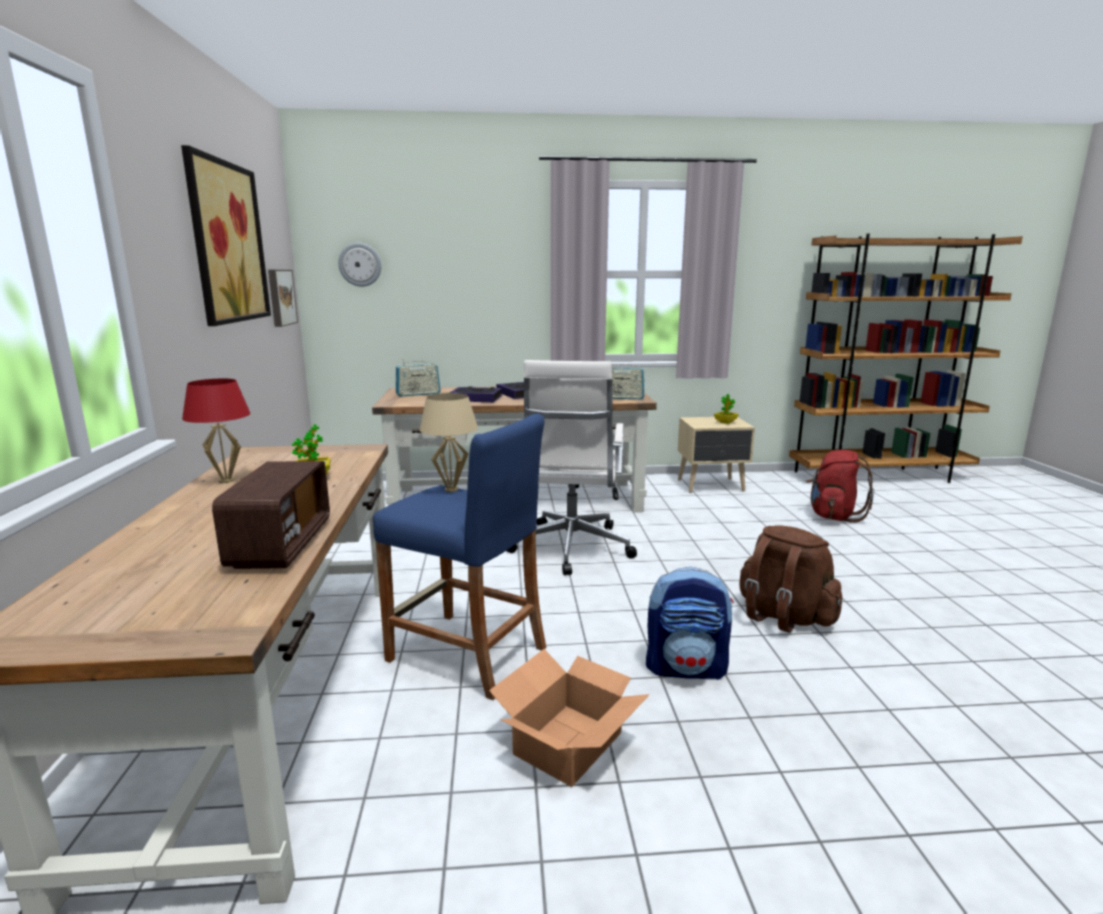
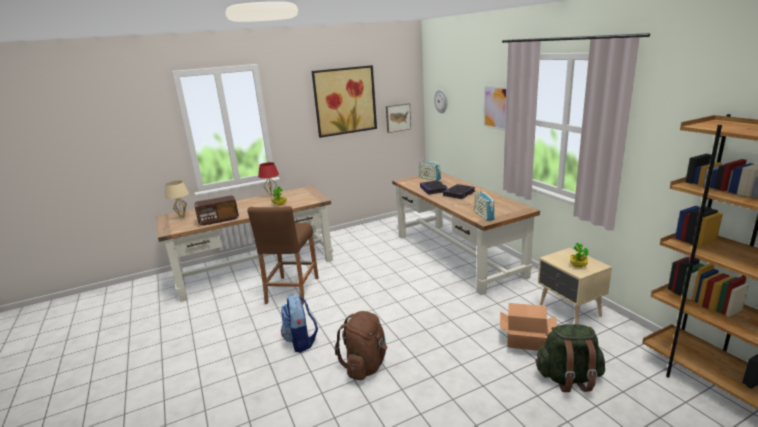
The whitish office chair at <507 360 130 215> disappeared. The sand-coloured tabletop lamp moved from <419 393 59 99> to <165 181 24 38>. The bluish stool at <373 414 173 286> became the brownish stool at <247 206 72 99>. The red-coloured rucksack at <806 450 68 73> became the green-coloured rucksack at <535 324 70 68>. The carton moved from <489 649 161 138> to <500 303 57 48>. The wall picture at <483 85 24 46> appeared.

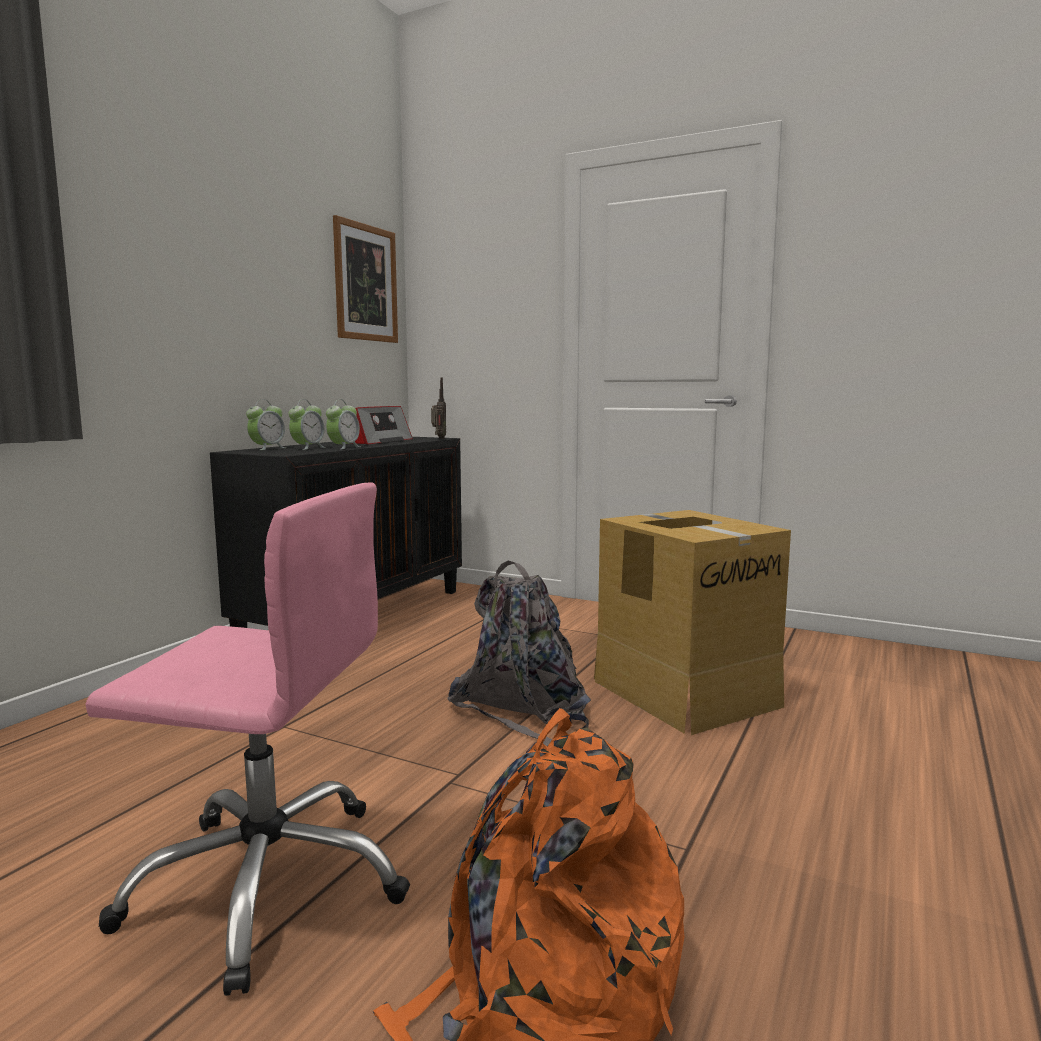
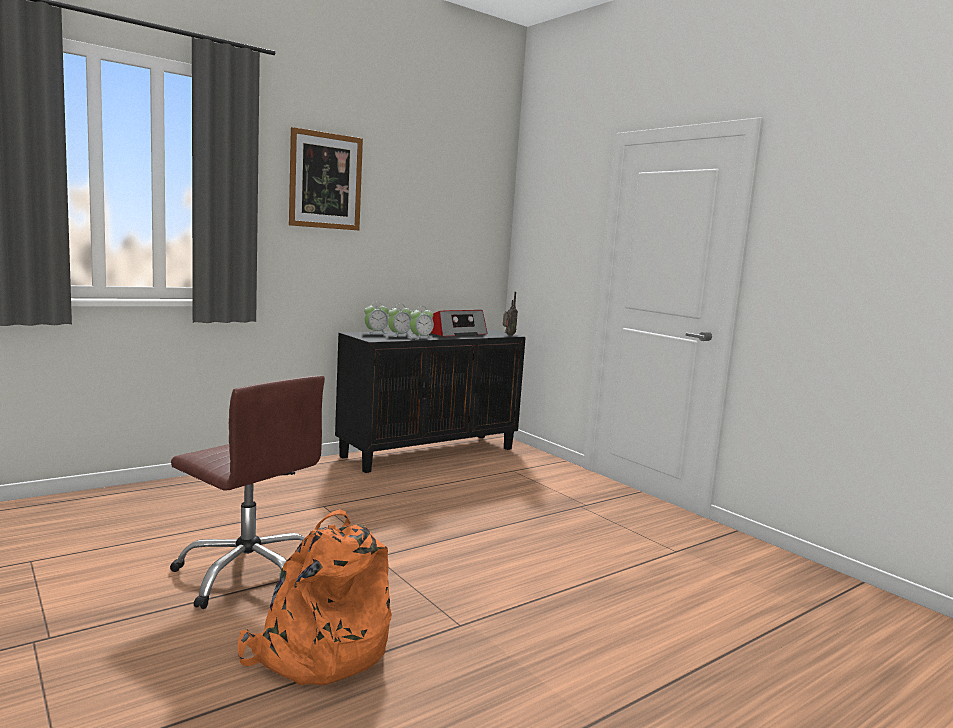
The wall picture moved from <333 215 65 128> to <289 127 74 103>. The pinkish office chair at <85 482 325 514> became the brownish office chair at <170 376 155 233>. The carton at <594 510 197 225> disappeared. The grey rucksack at <448 561 143 185> disappeared.

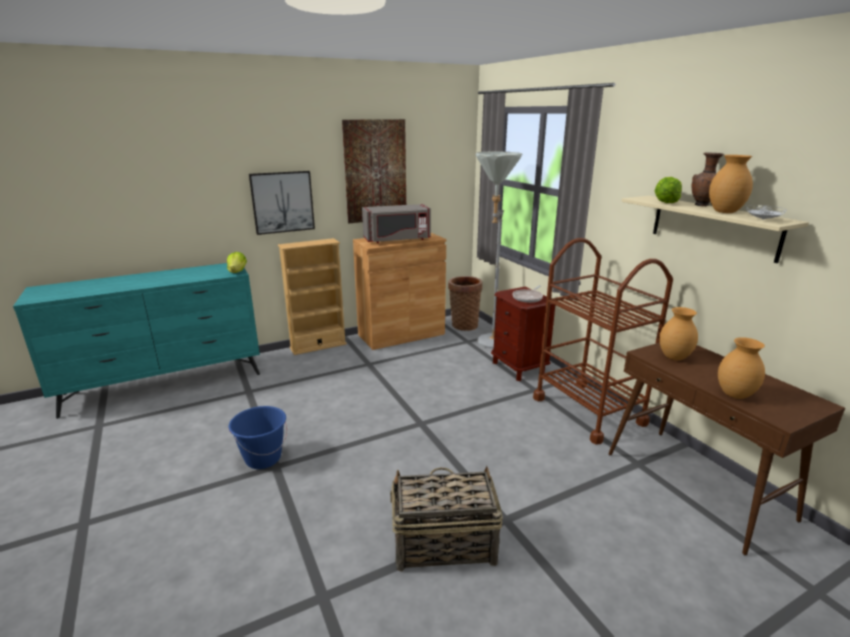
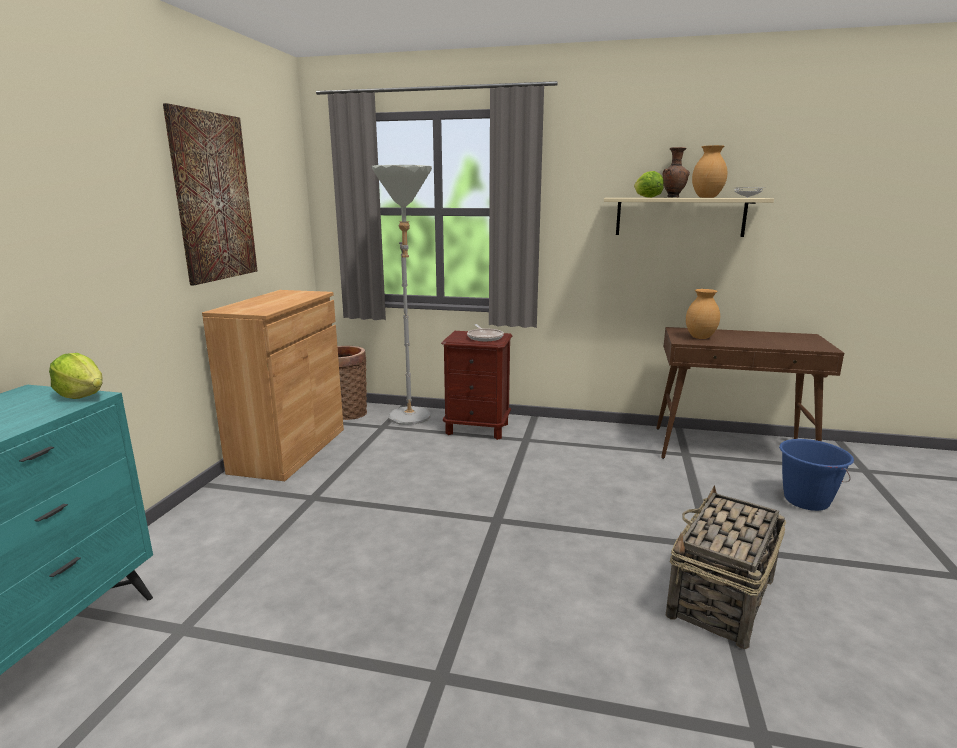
The wall picture at <249 171 66 64> disappeared. The grey microwave at <362 204 69 39> disappeared. The sand-coloured bookcase at <278 238 69 117> disappeared. The brownish cart at <533 238 140 207> disappeared. The brownish vase at <718 337 47 62> disappeared. The bluish bucket moved from <229 406 58 63> to <779 439 75 72>.

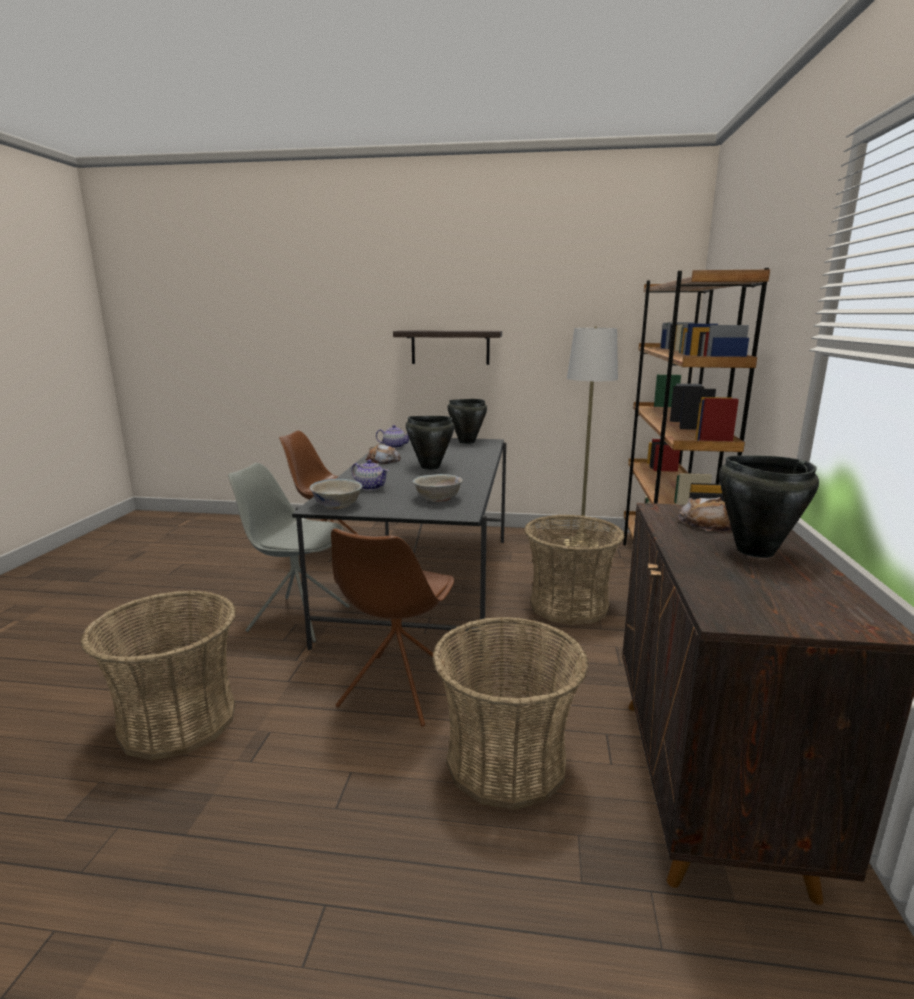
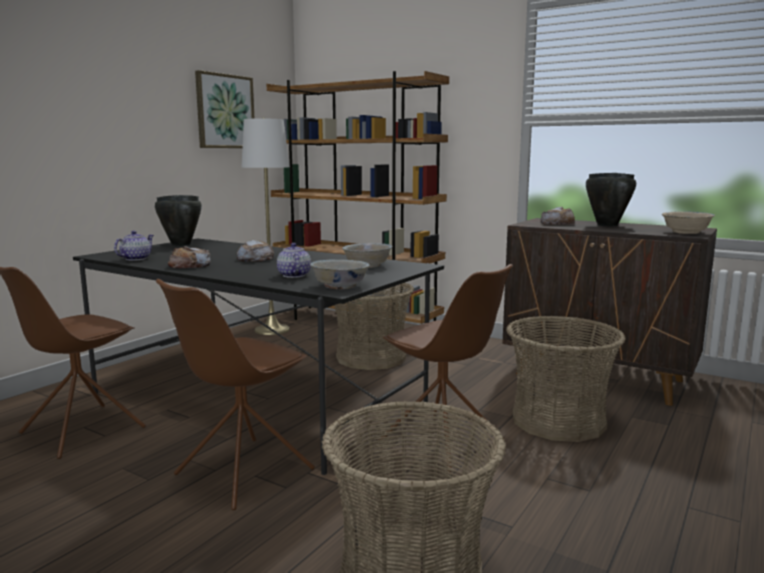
The shelf at <393 331 109 34> disappeared. The black cooking pot at <406 416 48 54> was replaced by the bakery bread at <236 240 38 22>. The teapot at <351 460 38 31> turned 75 degrees counterclockwise. The grey upright chair at <228 463 122 179> became the brownish upright chair at <156 279 159 231>. The wall picture at <195 70 60 78> appeared. The sand-coloured bowl at <662 211 53 23> appeared.

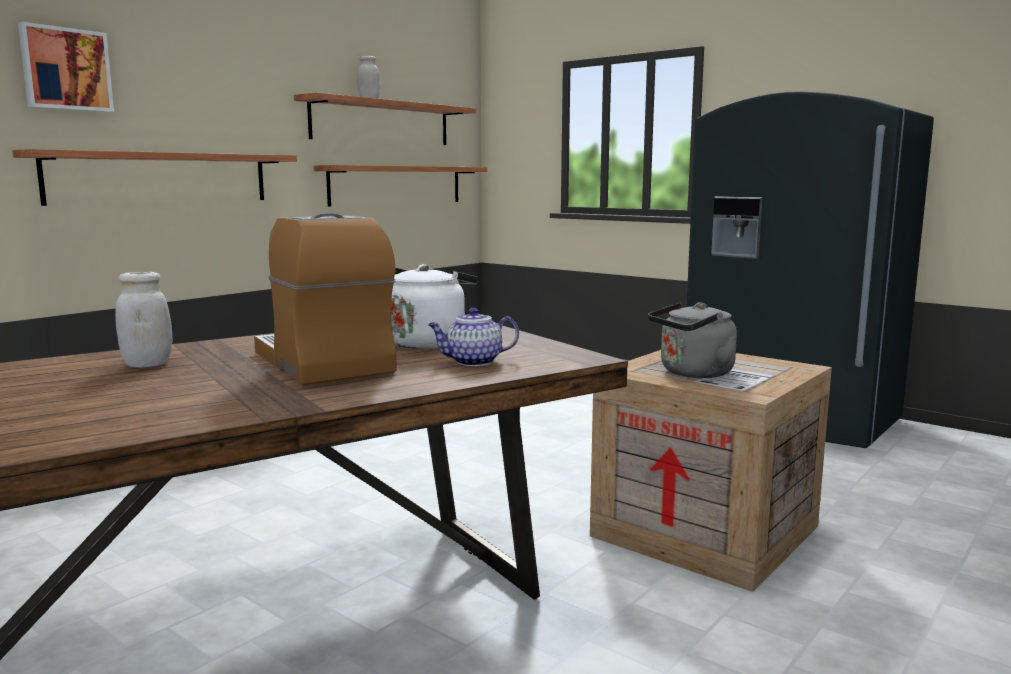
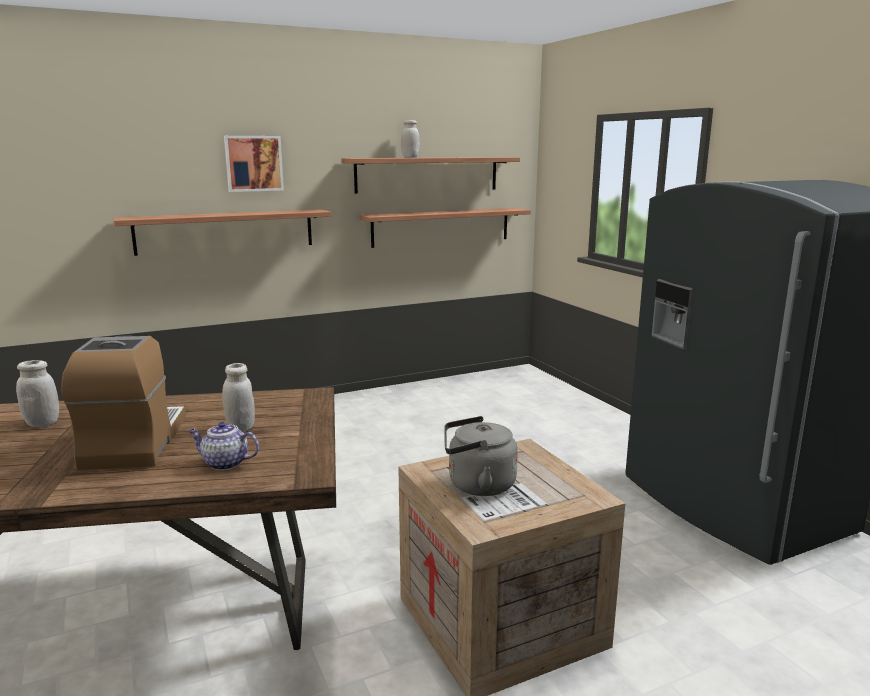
The wall picture moved from <18 22 96 90> to <224 136 60 56>. The whitish kettle at <391 264 87 85> was replaced by the whitish jar at <222 363 33 69>.

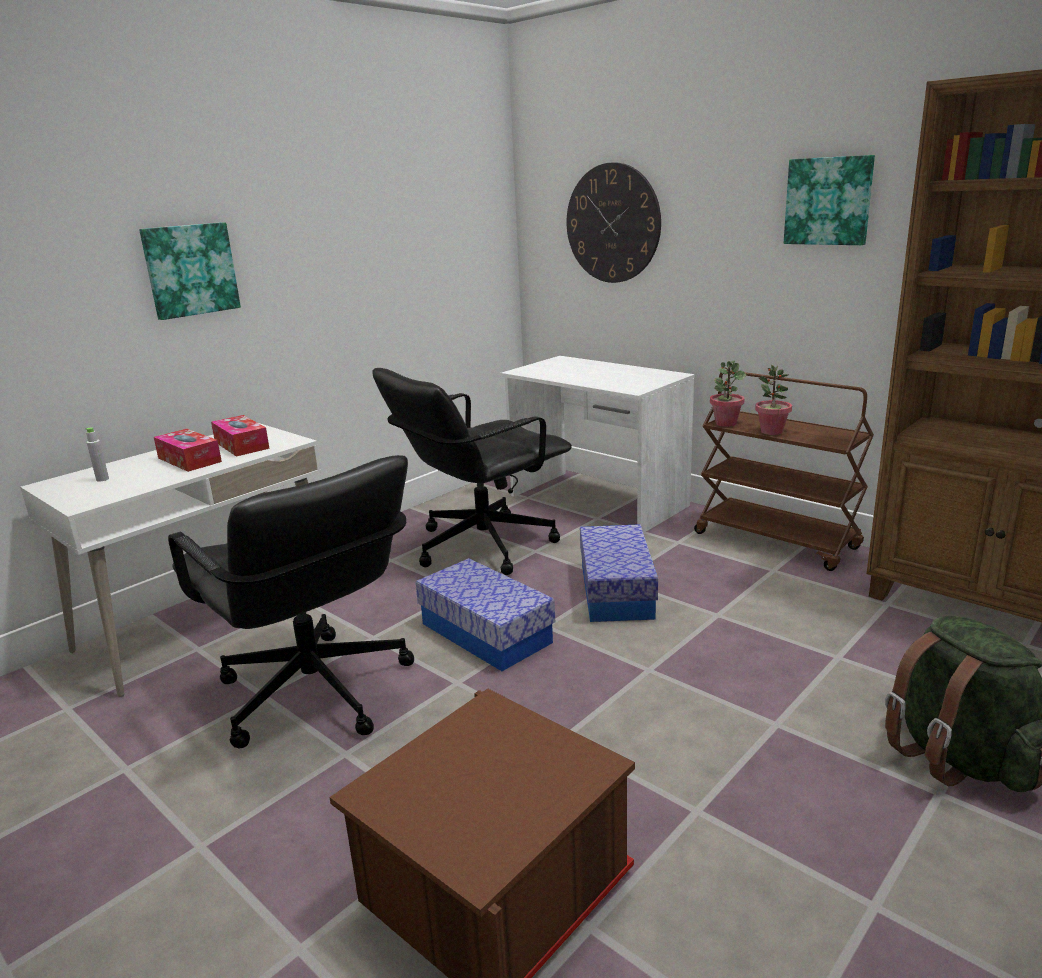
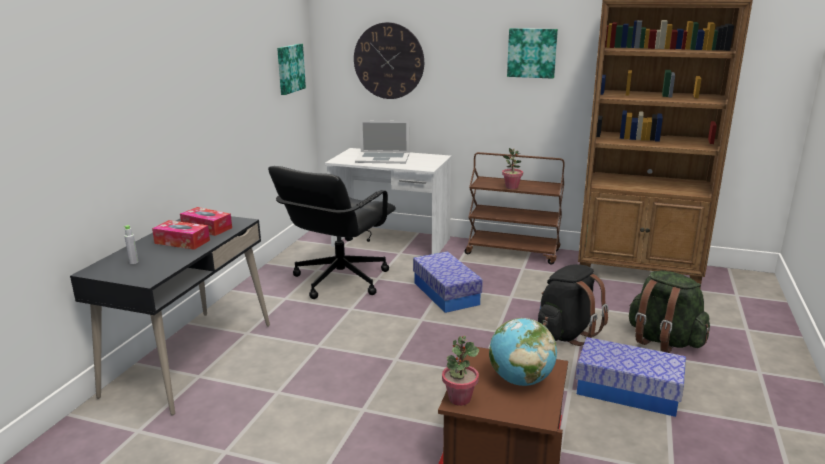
The wall picture moved from <139 222 102 98> to <277 44 29 51>. The houseplant moved from <710 360 36 67> to <442 336 37 70>. The whitish desk unit at <20 423 302 274> became the black desk unit at <70 216 200 200>. The black office chair at <168 455 246 293> disappeared. The storage container moved from <416 558 139 113> to <576 337 110 80>. The portable computer at <355 120 54 44> appeared. The black rucksack at <538 264 70 82> appeared. The world globe at <489 318 68 68> appeared.

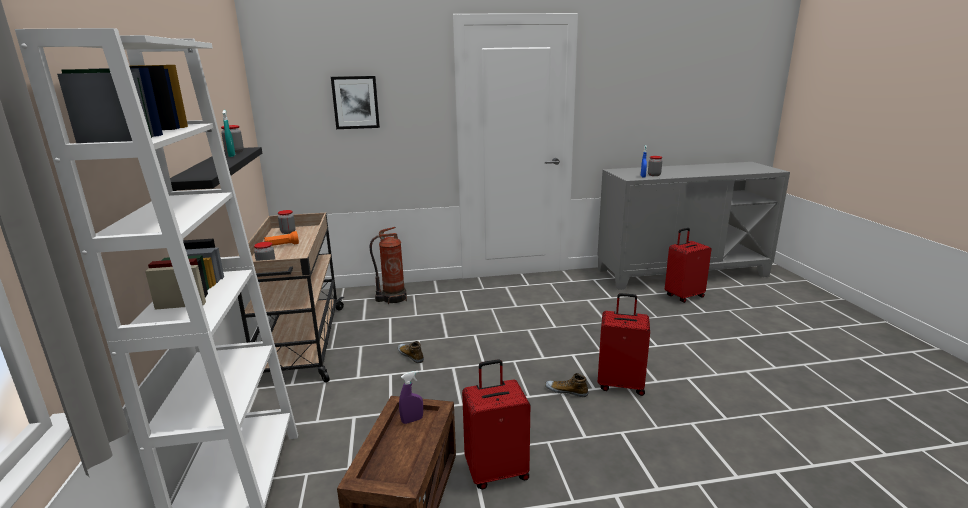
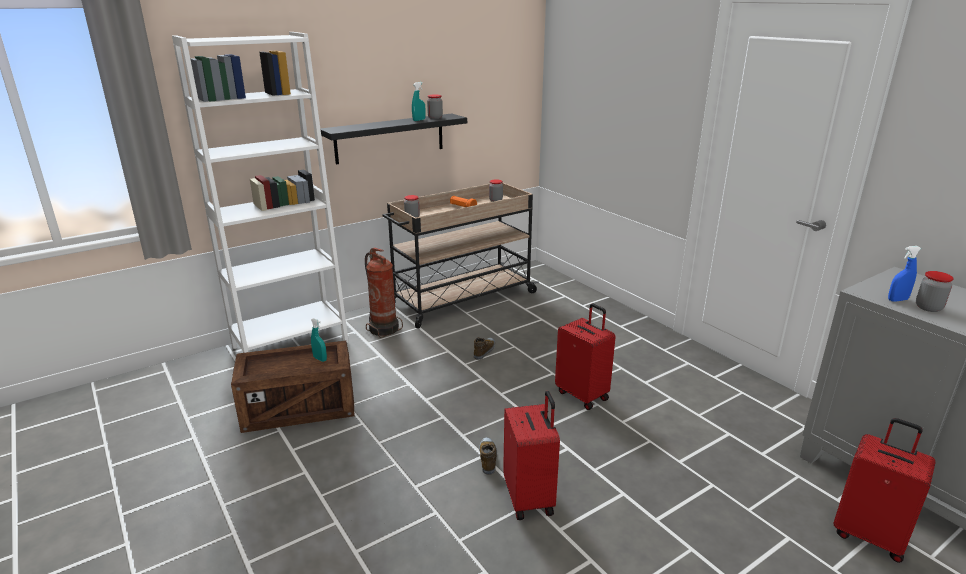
The wall picture at <331 76 49 53> disappeared. The fire extinguisher moved from <370 227 37 77> to <365 247 38 91>. The red-coloured suitcase moved from <462 359 68 130> to <555 304 61 106>. The purplish spray bottle at <399 371 24 53> became the turquoise spray bottle at <311 318 16 44>.

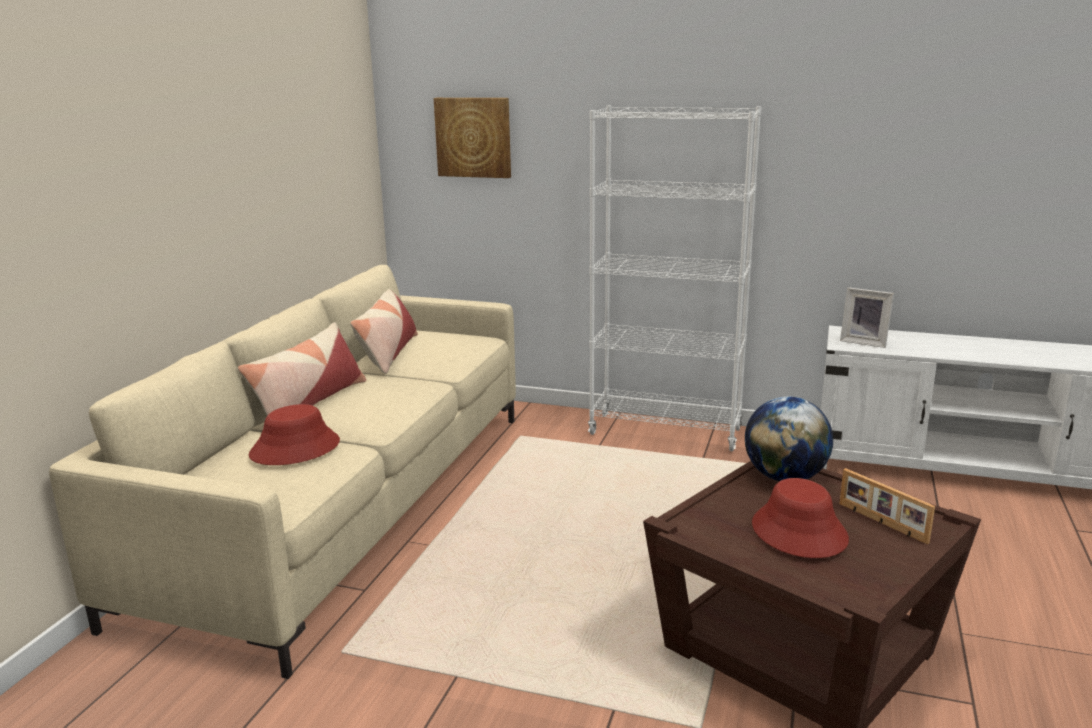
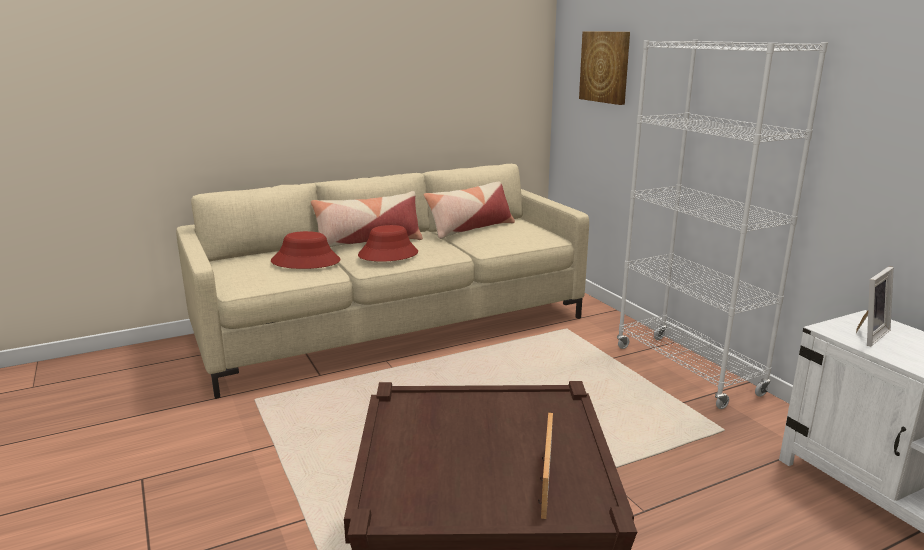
The picture frame at <840 287 54 61> turned 120 degrees counterclockwise. The world globe at <745 396 88 85> disappeared. The red-coloured wearable hat moved from <752 478 97 80> to <358 225 60 37>.

